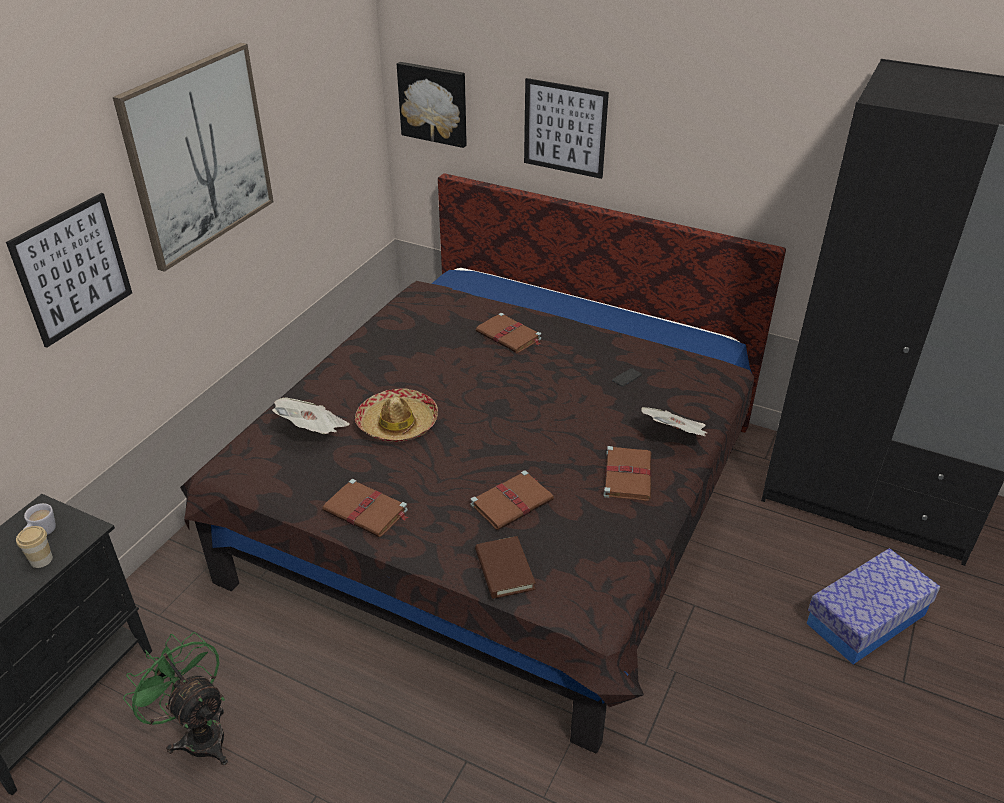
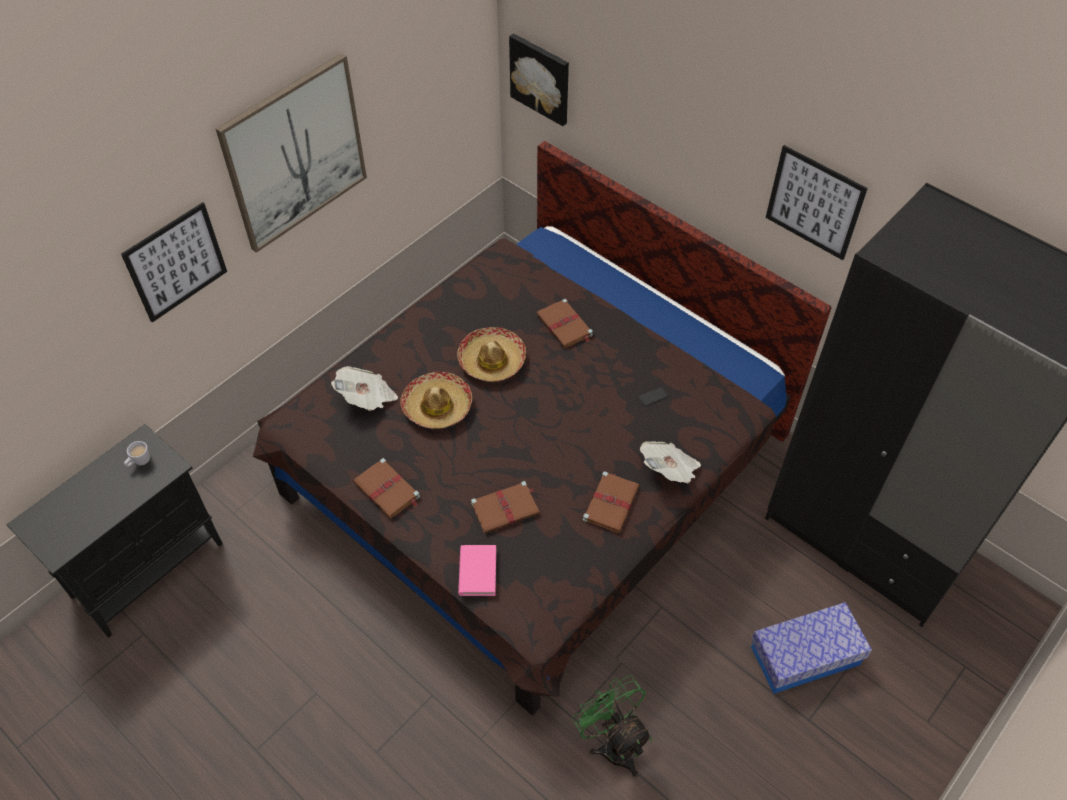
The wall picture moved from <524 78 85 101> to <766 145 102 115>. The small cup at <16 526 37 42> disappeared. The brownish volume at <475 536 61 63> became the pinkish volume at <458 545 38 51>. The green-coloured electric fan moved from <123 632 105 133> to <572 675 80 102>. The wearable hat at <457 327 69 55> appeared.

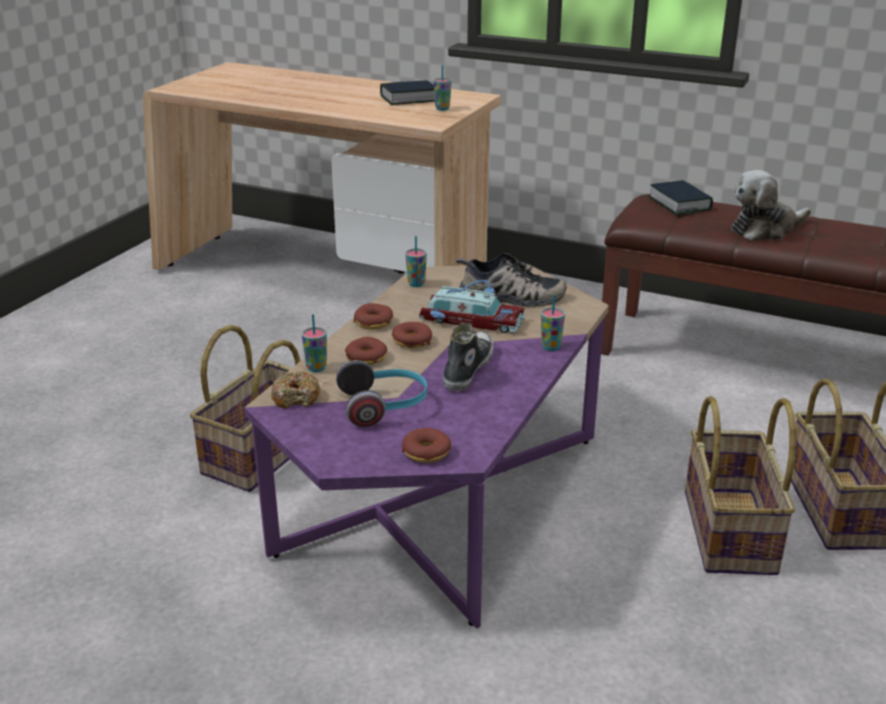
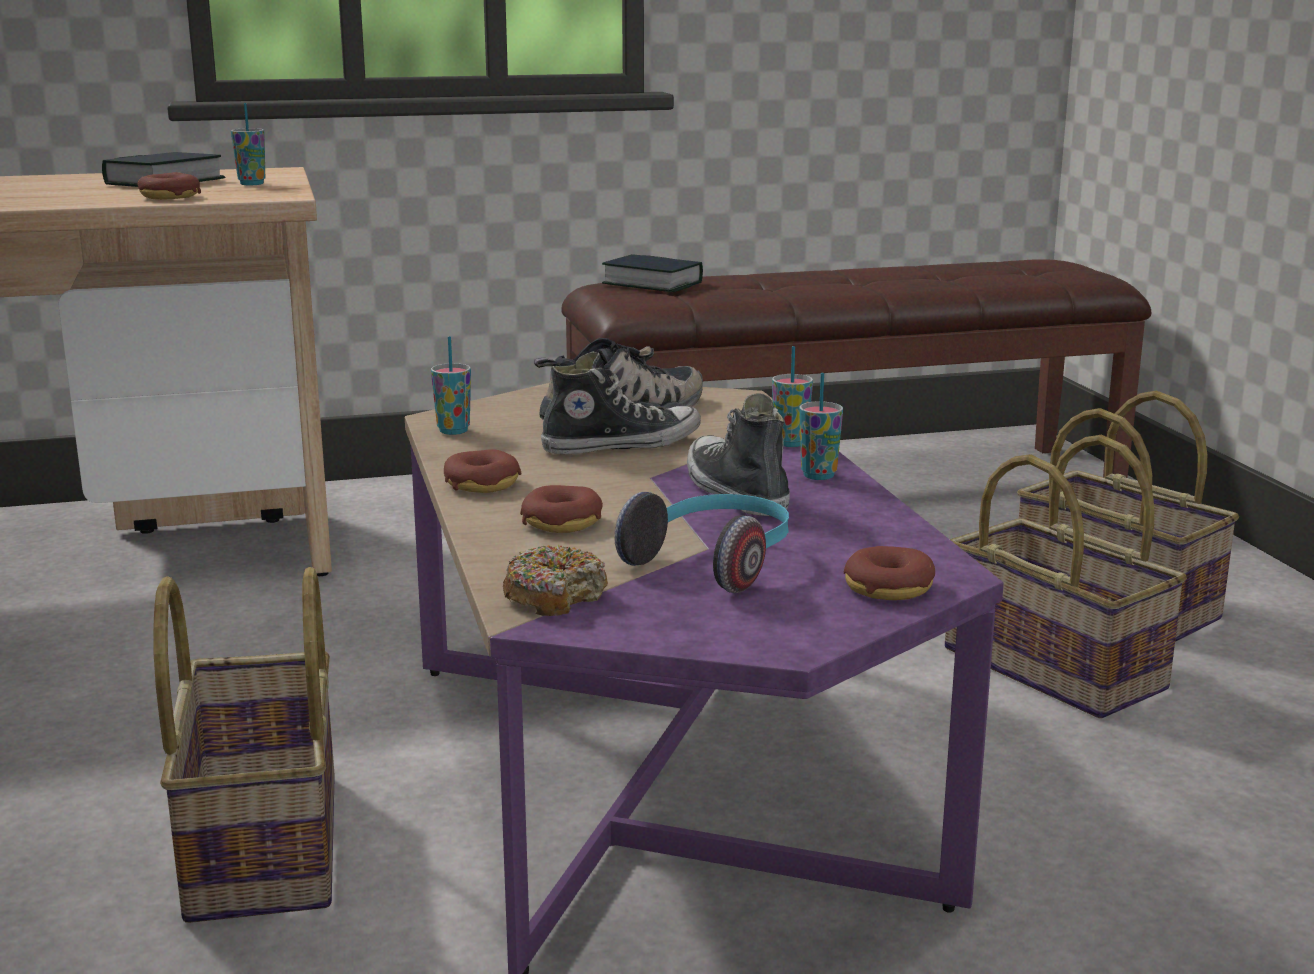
The soft toy at <731 170 80 71> disappeared. The model car at <418 280 107 53> was replaced by the shoe at <541 352 160 102>. The small cup moved from <302 314 25 58> to <799 373 44 107>. The doughnut moved from <392 322 40 26> to <138 172 63 28>.

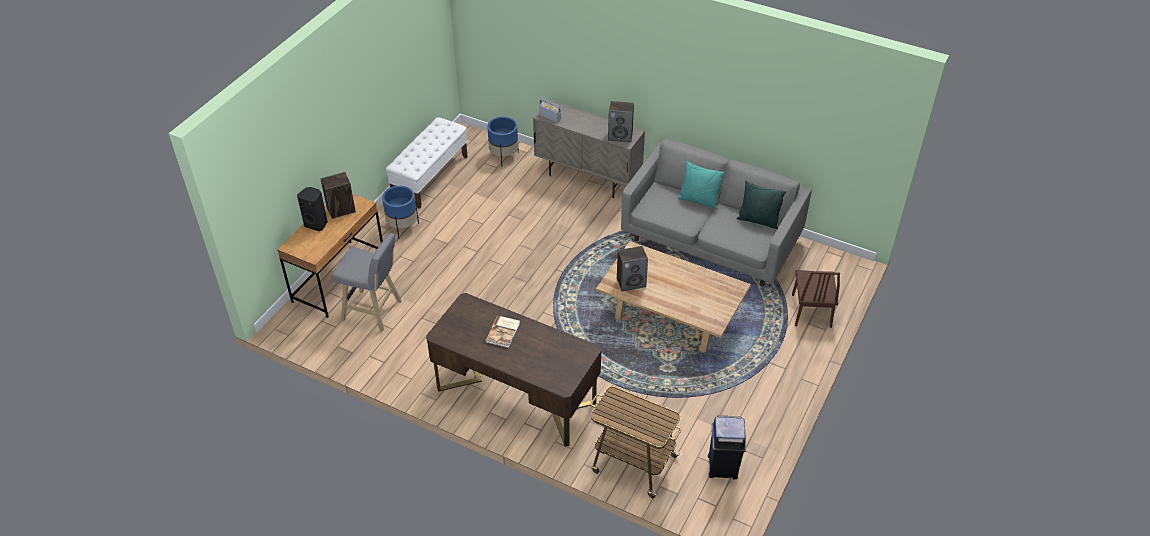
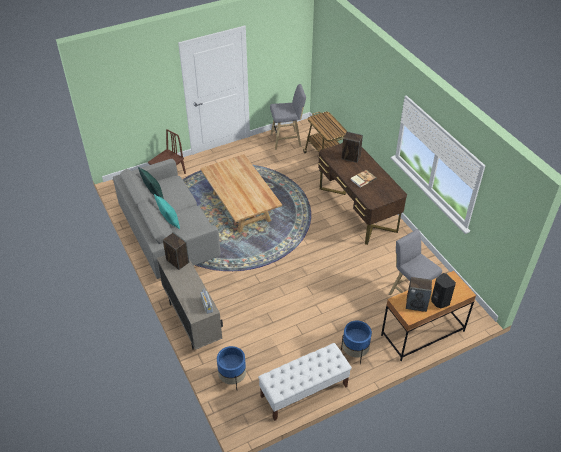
The loudspeaker moved from <617 246 31 45> to <342 132 21 31>. The bluish rubbish bin at <708 415 38 65> was replaced by the grey stool at <270 84 36 66>.

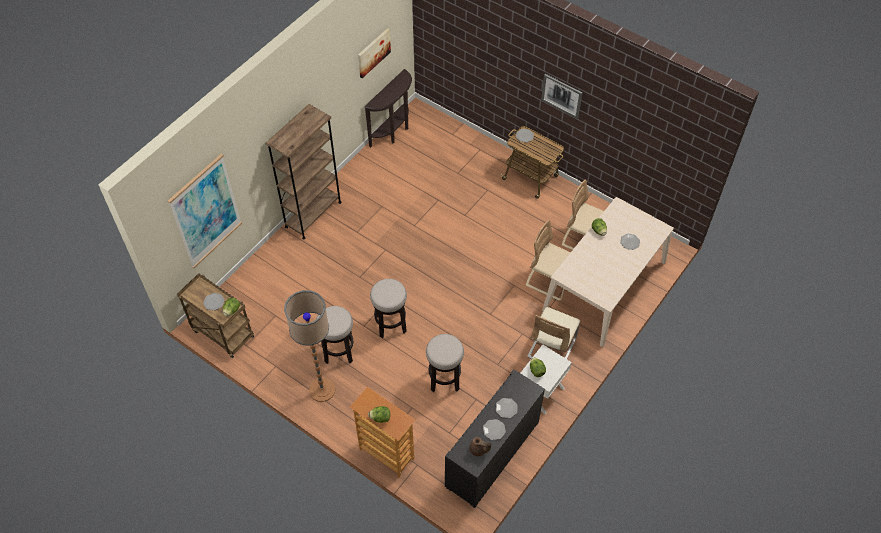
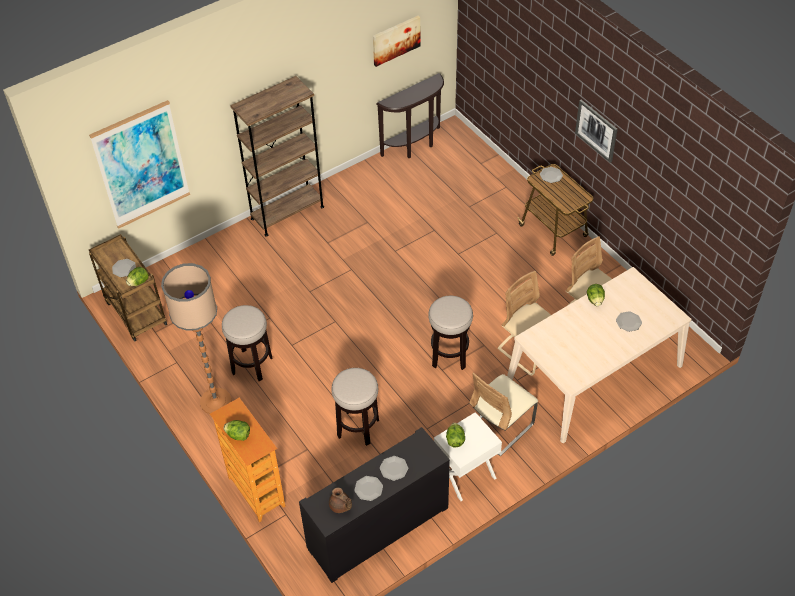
The stool moved from <370 279 37 59> to <428 296 45 74>.

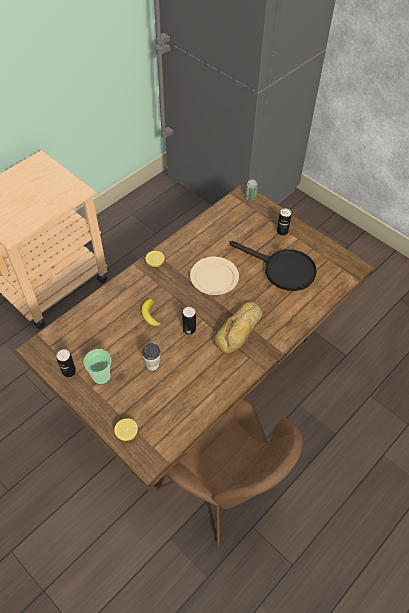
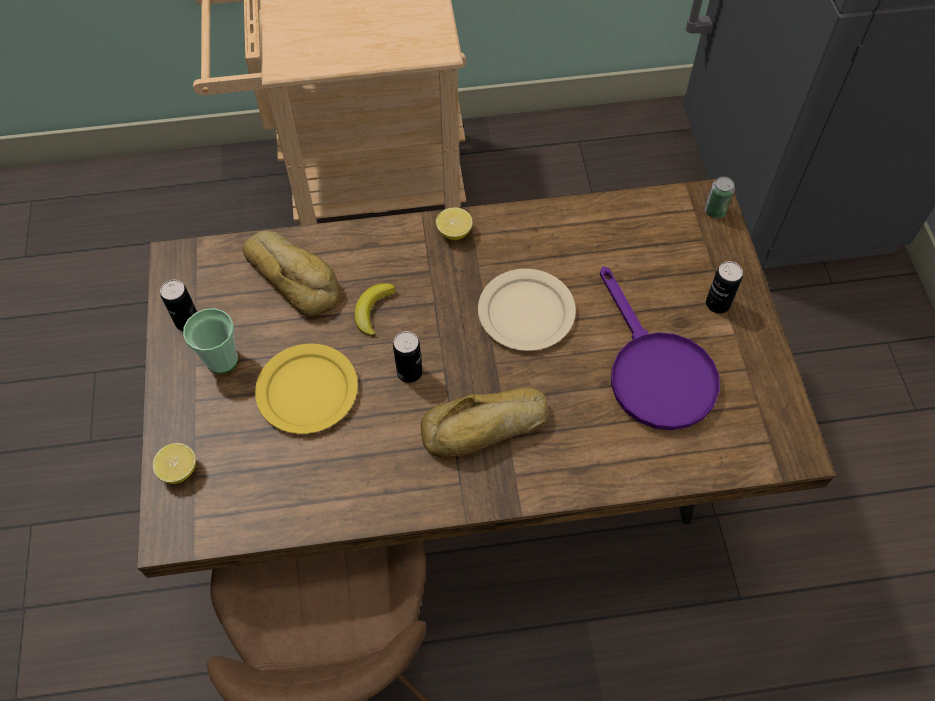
The black skillet at <230 241 86 50> became the purplish skillet at <600 266 120 164>. The small cup at <142 343 19 28> was replaced by the yellow plate at <255 344 103 90>. The bakery bread at <243 230 97 88> appeared.

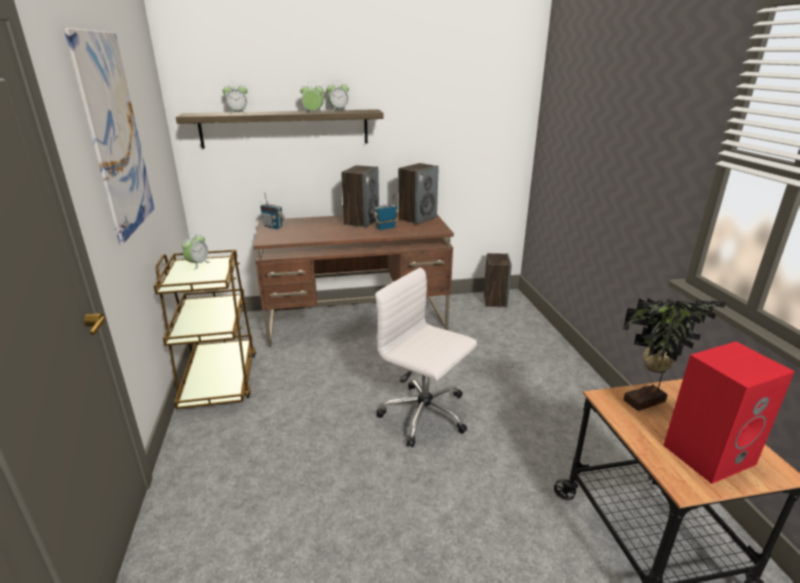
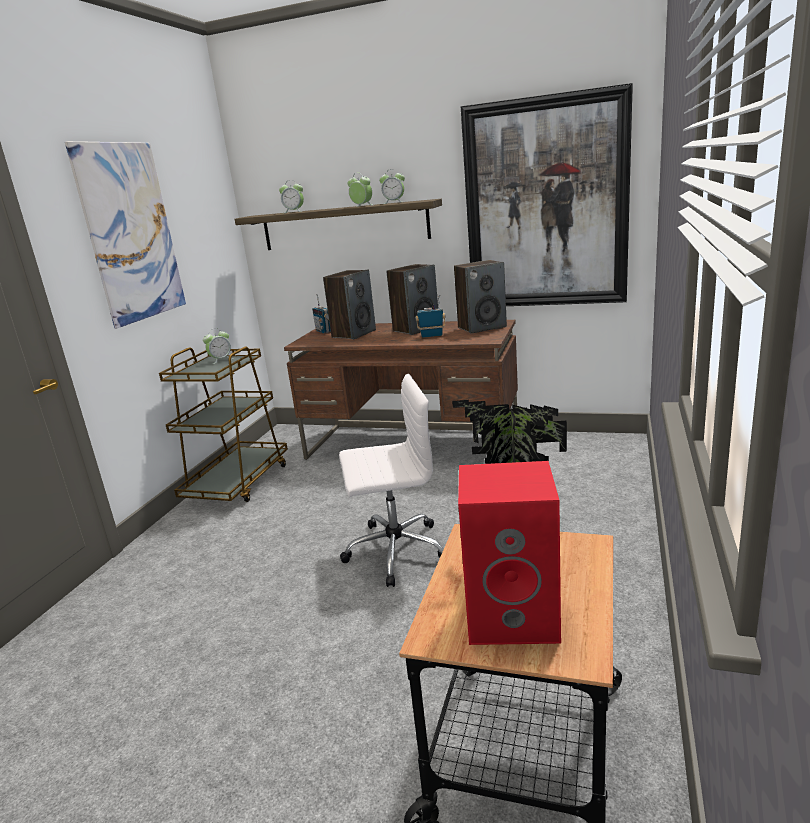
The loudspeaker moved from <484 253 28 55> to <323 270 53 70>. The whitish office chair at <375 267 102 181> turned 105 degrees clockwise. The wall picture at <461 83 172 223> appeared.

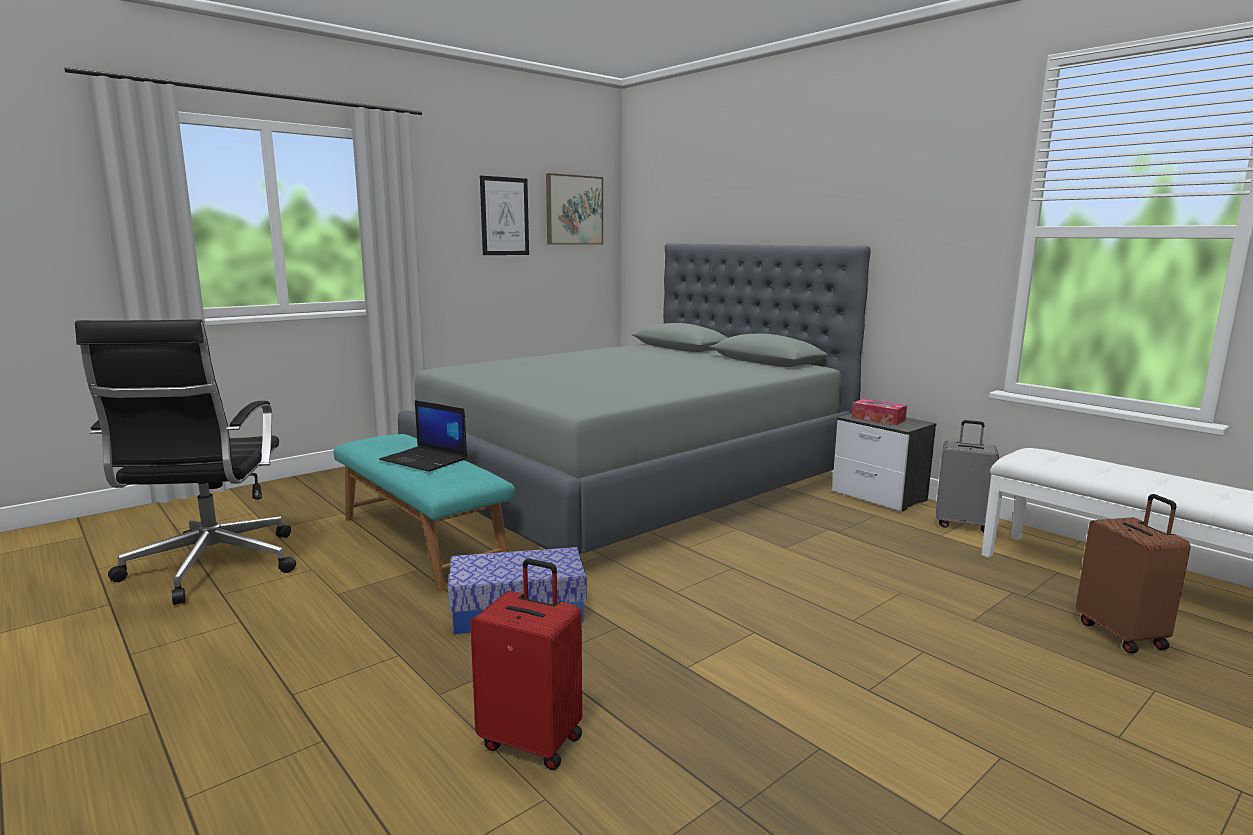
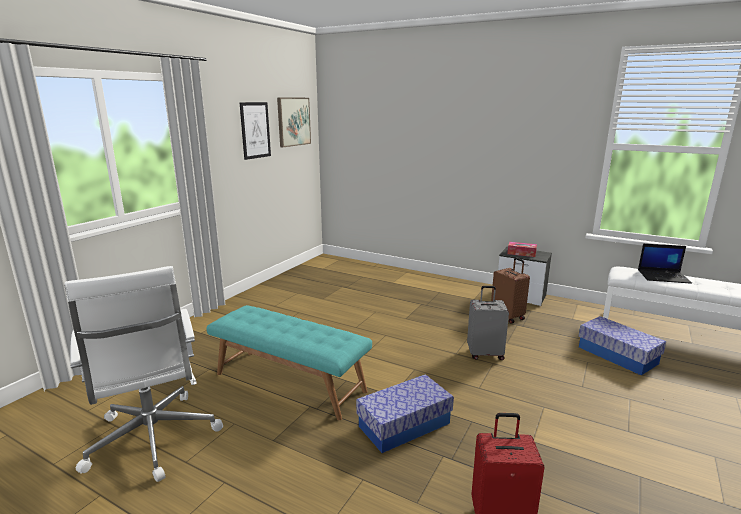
The grey sleeping bed at <398 243 473 312> disappeared. The black office chair at <75 320 221 285> became the whitish office chair at <64 266 159 216>. The portable computer moved from <379 400 88 72> to <638 244 54 40>. The grey suitcase moved from <936 420 63 113> to <467 286 42 74>. The brownish suitcase moved from <1076 494 115 160> to <491 258 39 66>. The storage container at <579 316 87 59> appeared.

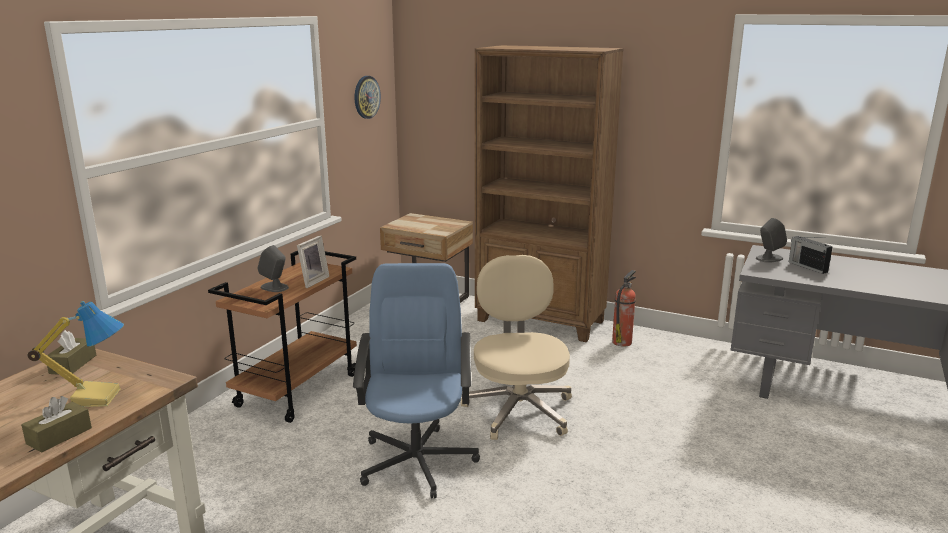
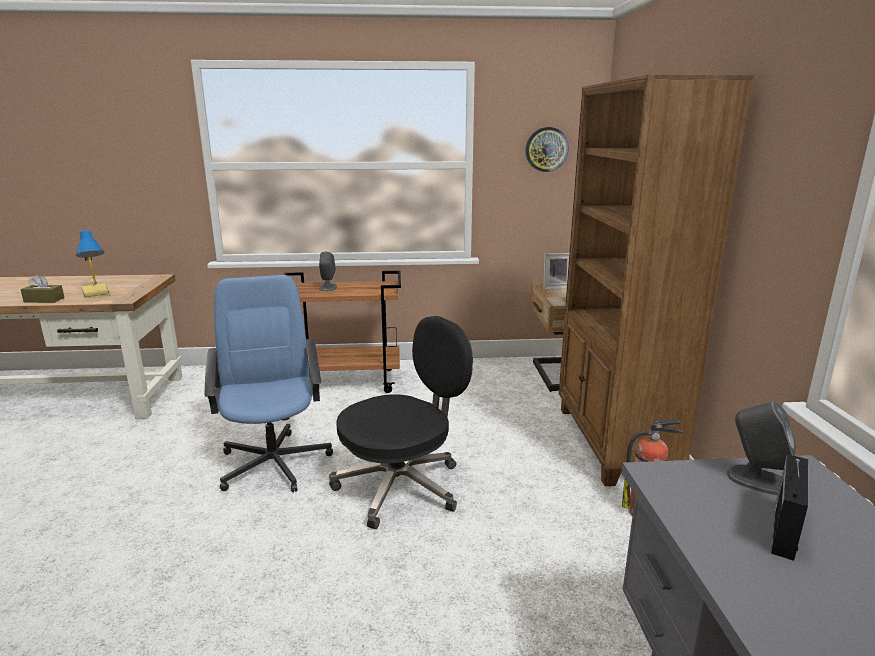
The picture frame moved from <297 236 33 52> to <544 253 25 36>. The sand-coloured office chair at <461 255 111 185> became the black office chair at <329 316 144 213>. The bluish office chair at <353 263 127 235> turned 75 degrees counterclockwise. The brownish box of tissues at <47 330 49 45> disappeared.

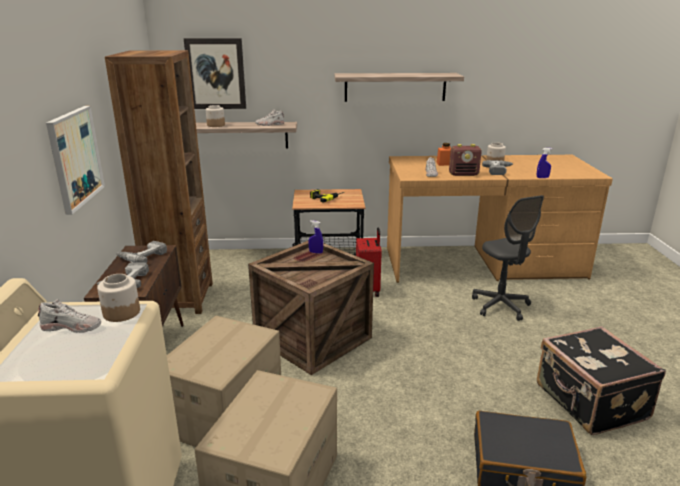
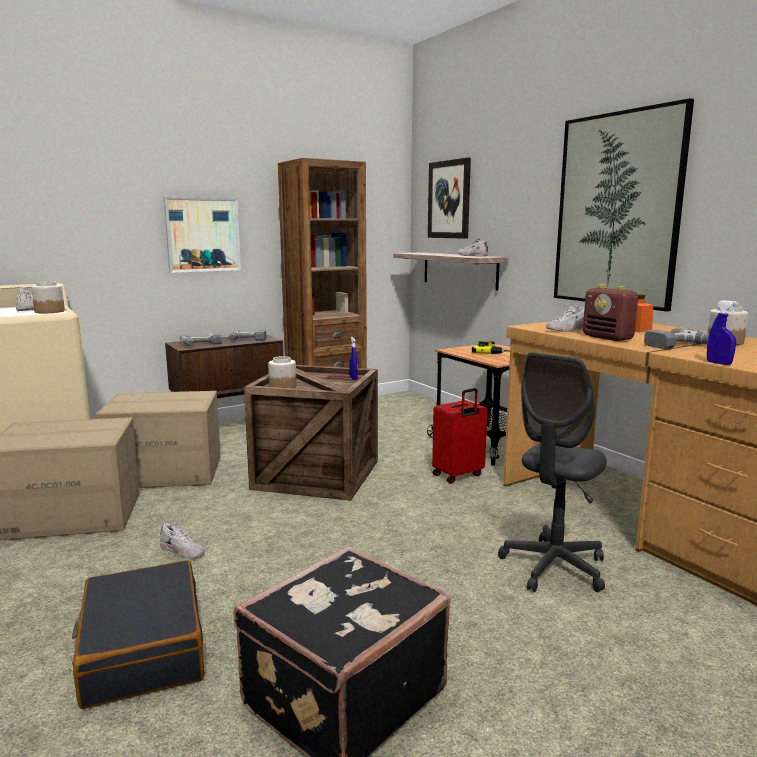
The shelf at <334 73 130 29> was replaced by the wall picture at <554 98 140 213>. The jar moved from <206 105 19 22> to <268 356 29 32>. The whitish shoe at <160 523 44 35> appeared.

